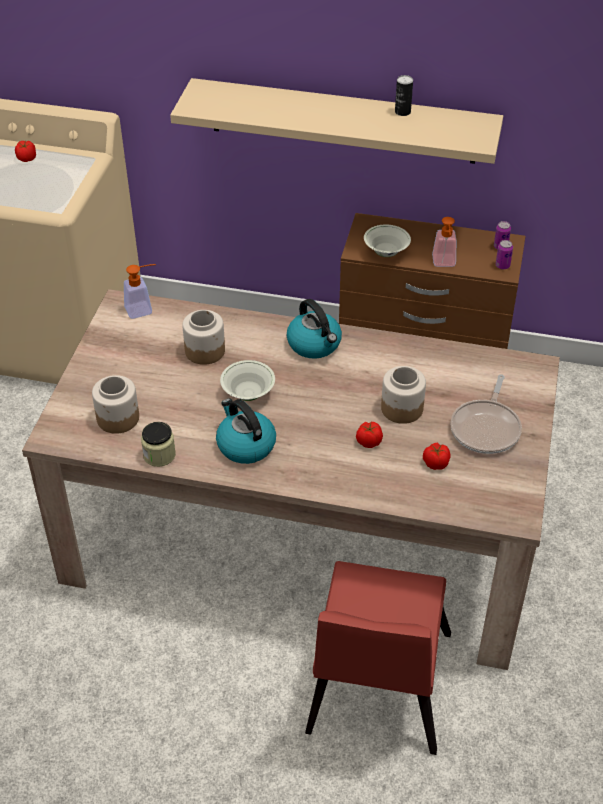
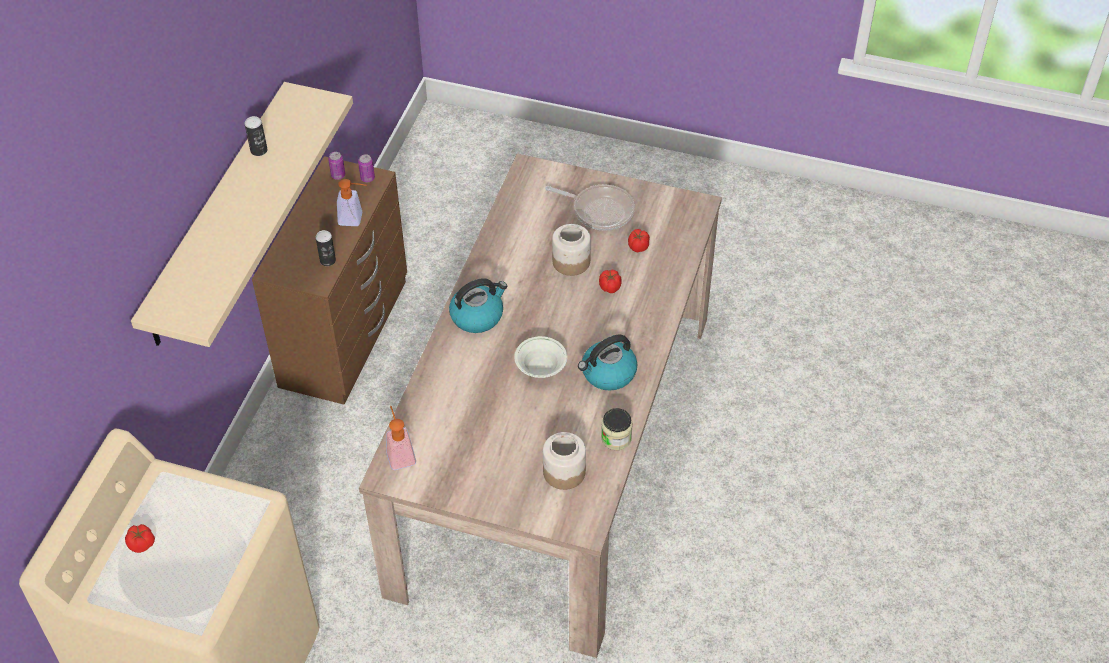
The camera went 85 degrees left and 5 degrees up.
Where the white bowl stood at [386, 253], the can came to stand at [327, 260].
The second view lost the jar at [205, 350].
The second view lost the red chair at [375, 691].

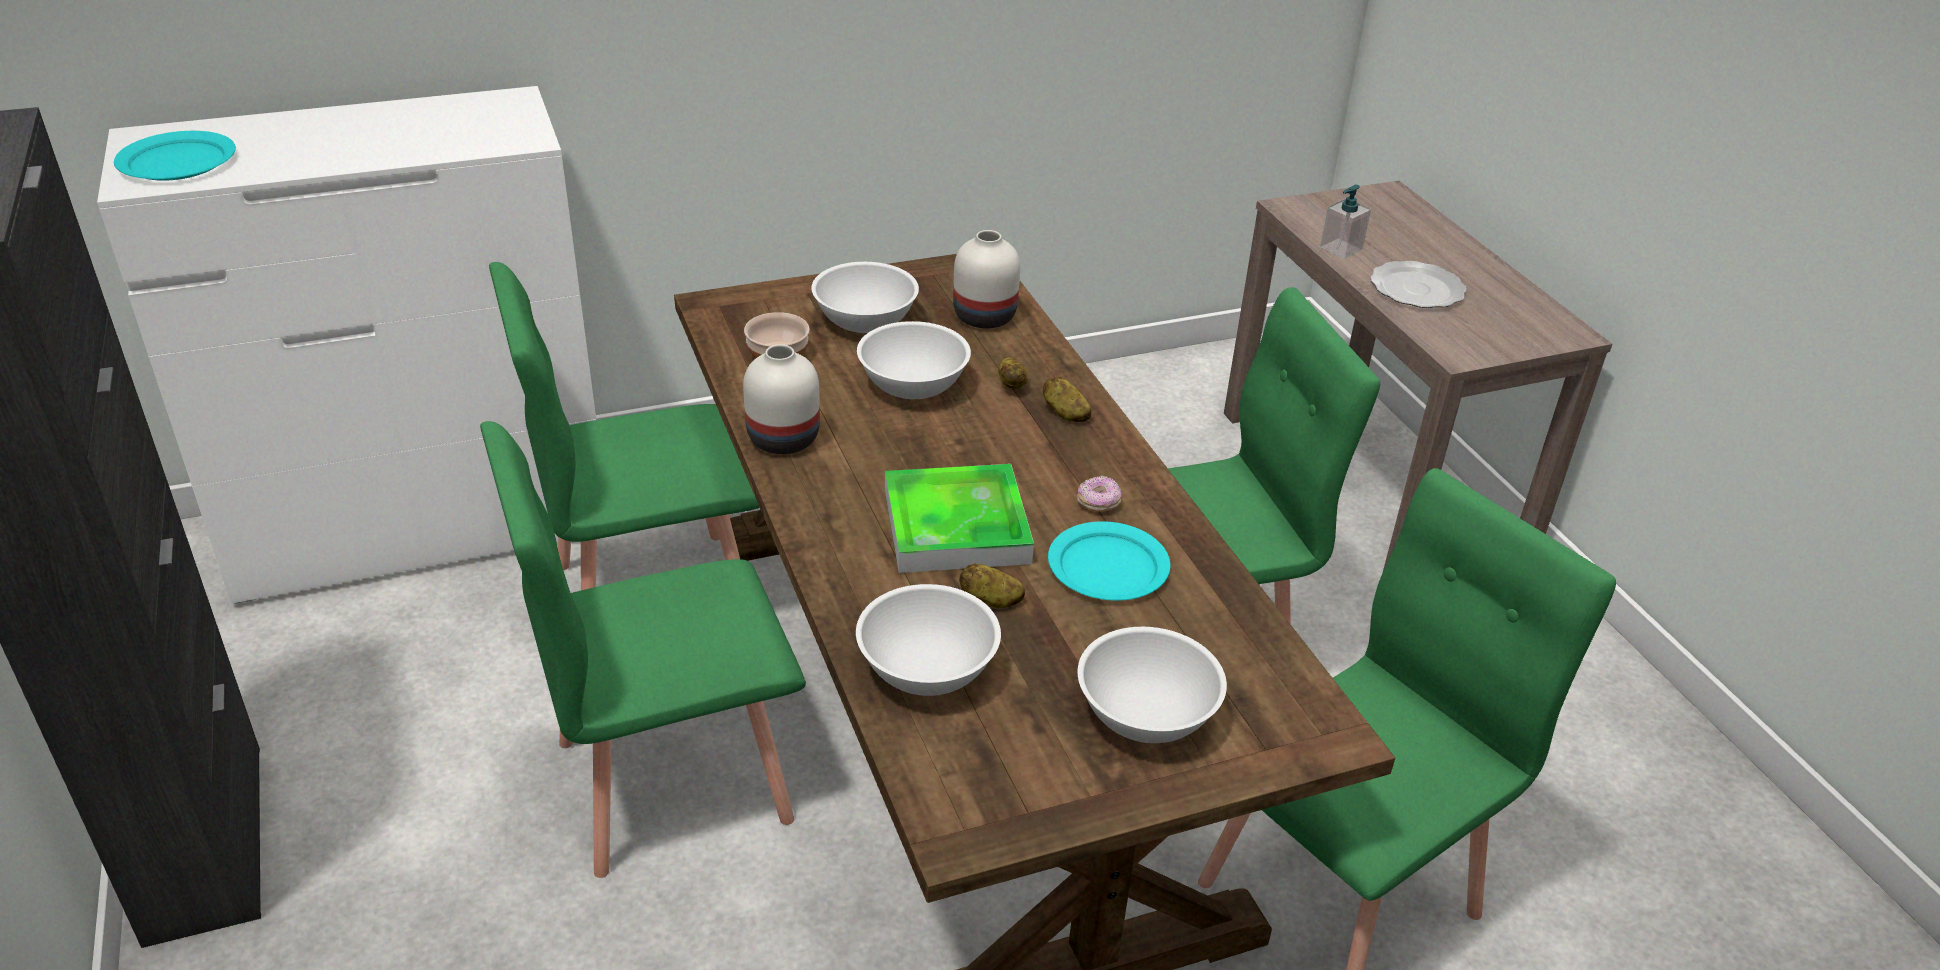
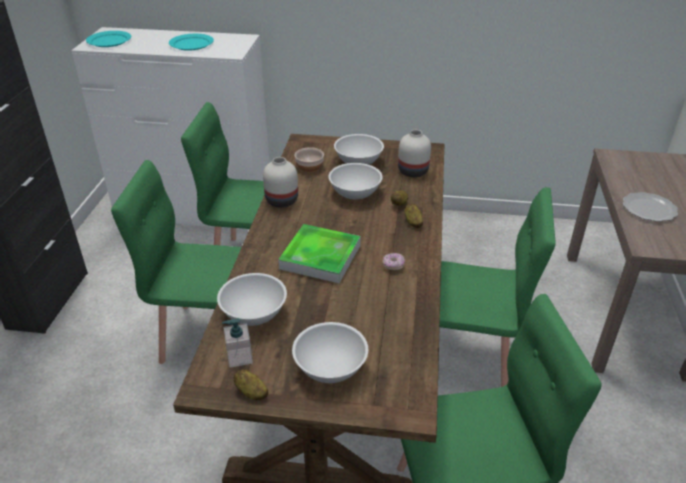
The camera went 30 degrees right and 0 degrees up.
The soap dispenser ended up elsewhere, having gone from [1340, 249] to [239, 357].
The turquoise plate ended up elsewhere, having gone from [1107, 566] to [191, 44].
The potato ended up elsewhere, having gone from [990, 600] to [251, 392].

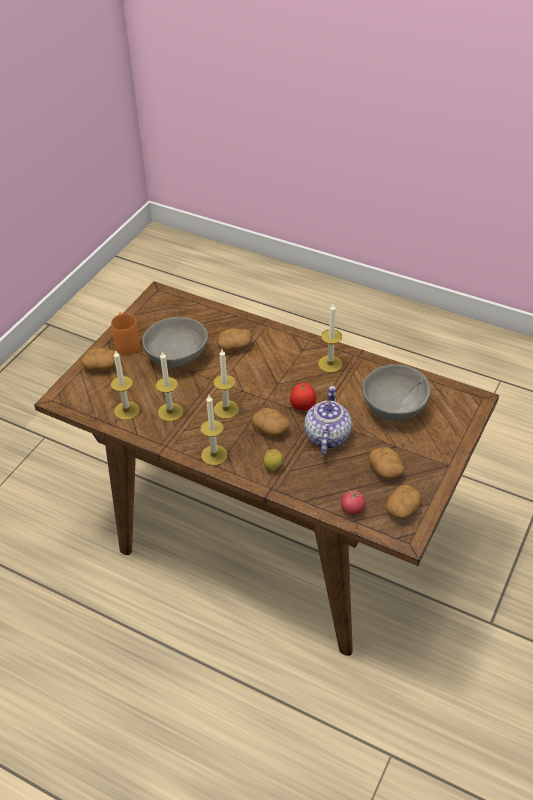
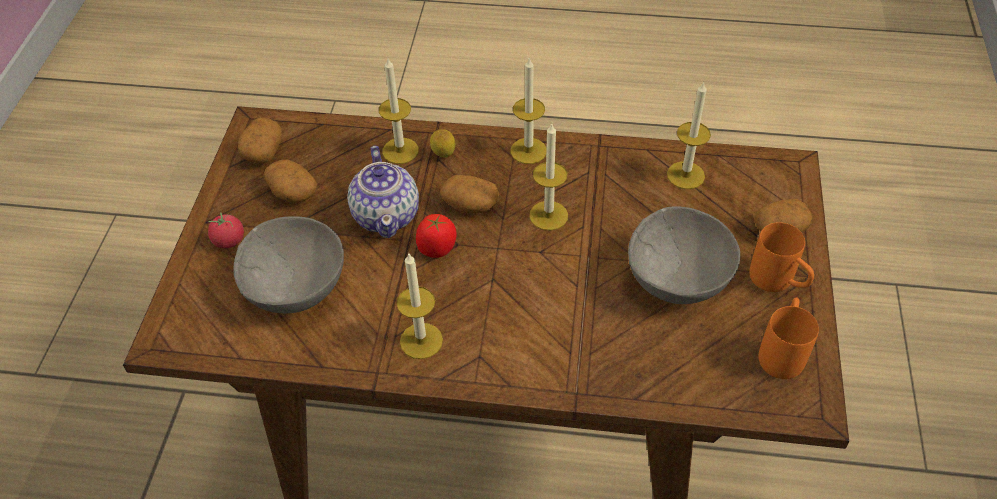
The camera went 160 degrees right and 5 degrees up.
The second view lost the potato at [235, 346].
The candle ended up elsewhere, having gone from [170, 412] to [400, 151].
The tomato ended up elsewhere, having gone from [352, 509] to [229, 240].
The second view gained the orange mug at [782, 351].

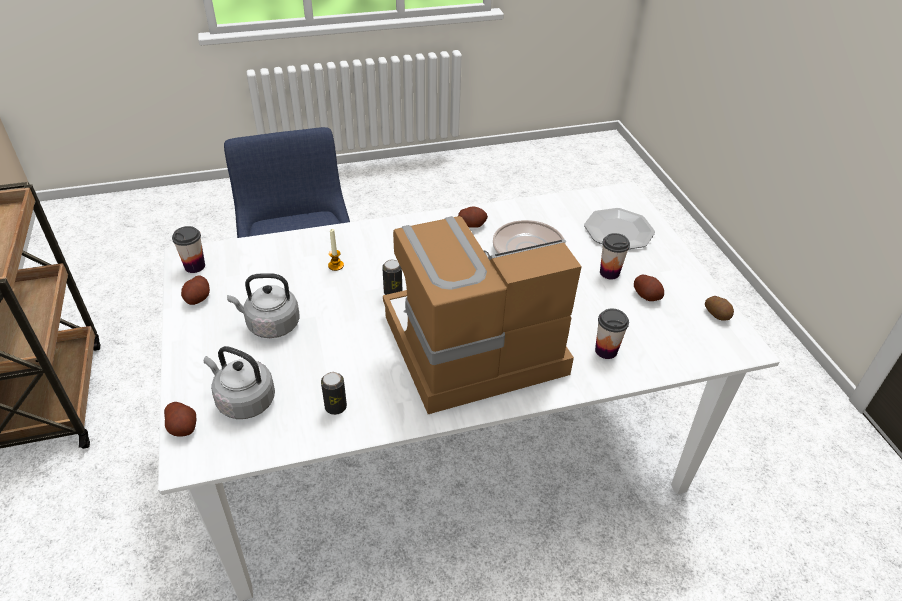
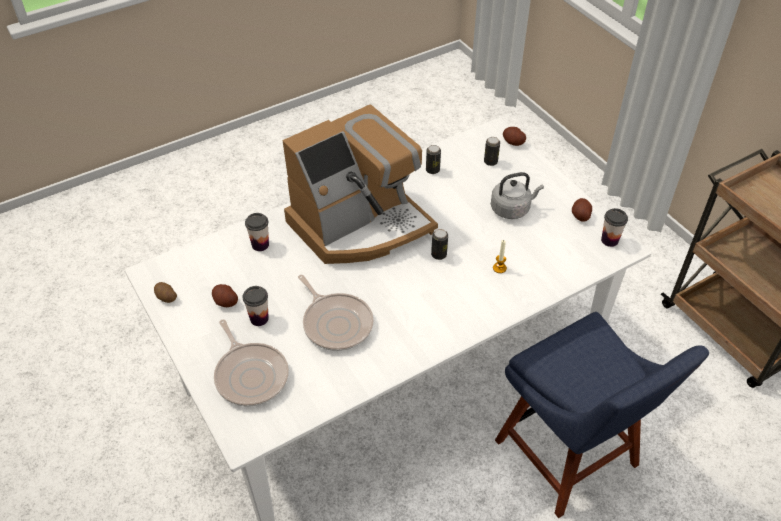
The camera went 165 degrees right and 5 degrees up.
The second view lost the potato at [472, 224].
Where the plate stood at [618, 231], the frying pan came to stand at [251, 375].
Where the grey kettle stood at [243, 400], the can came to stand at [490, 162].

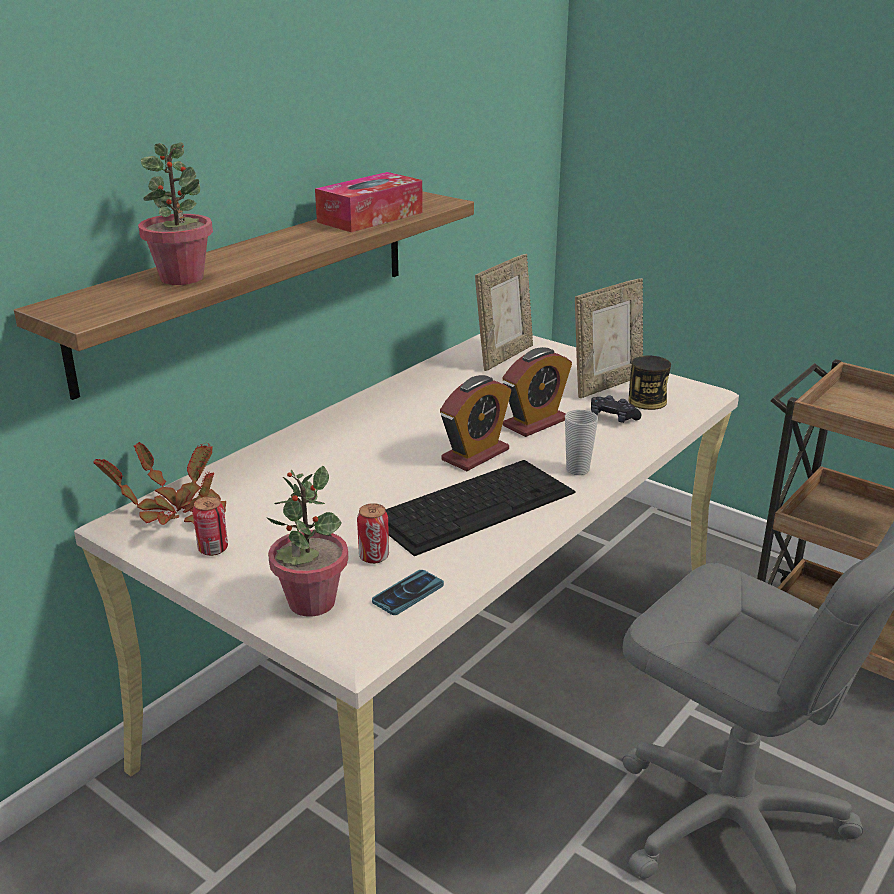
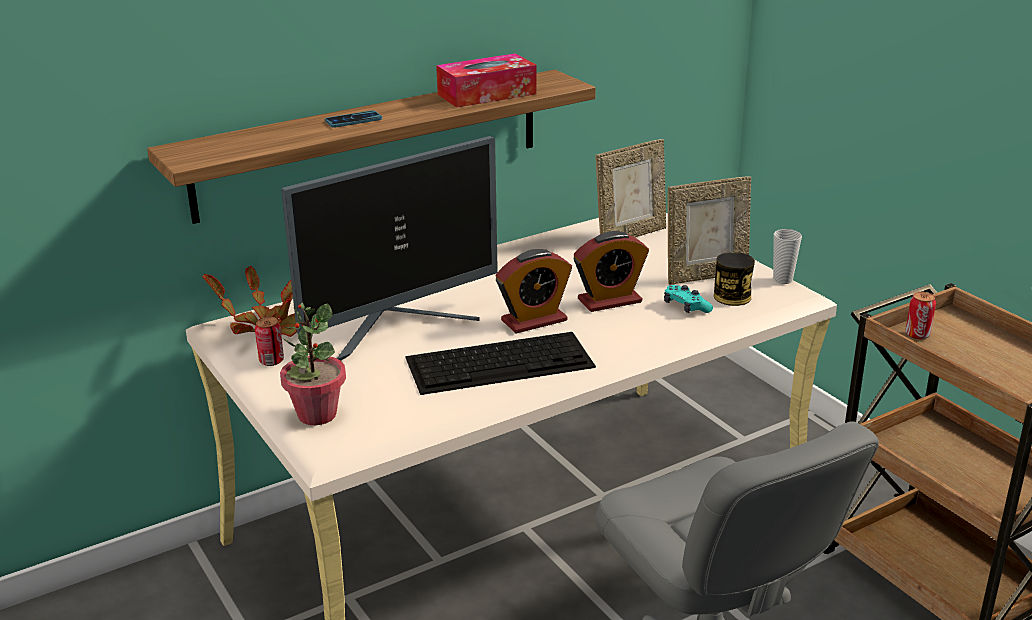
The camera went 20 degrees right and 0 degrees up.
The second view lost the potted plant at [182, 278].
What was the black game controller at [613, 417] turned into the turquoise game controller at [686, 307].
The cup ended up elsewhere, having gone from [577, 470] to [782, 280].
The can ended up elsewhere, having gone from [374, 557] to [917, 335].
The phone ended up elsewhere, having gone from [408, 593] to [353, 120].
The second view gained the monitor at [399, 327].

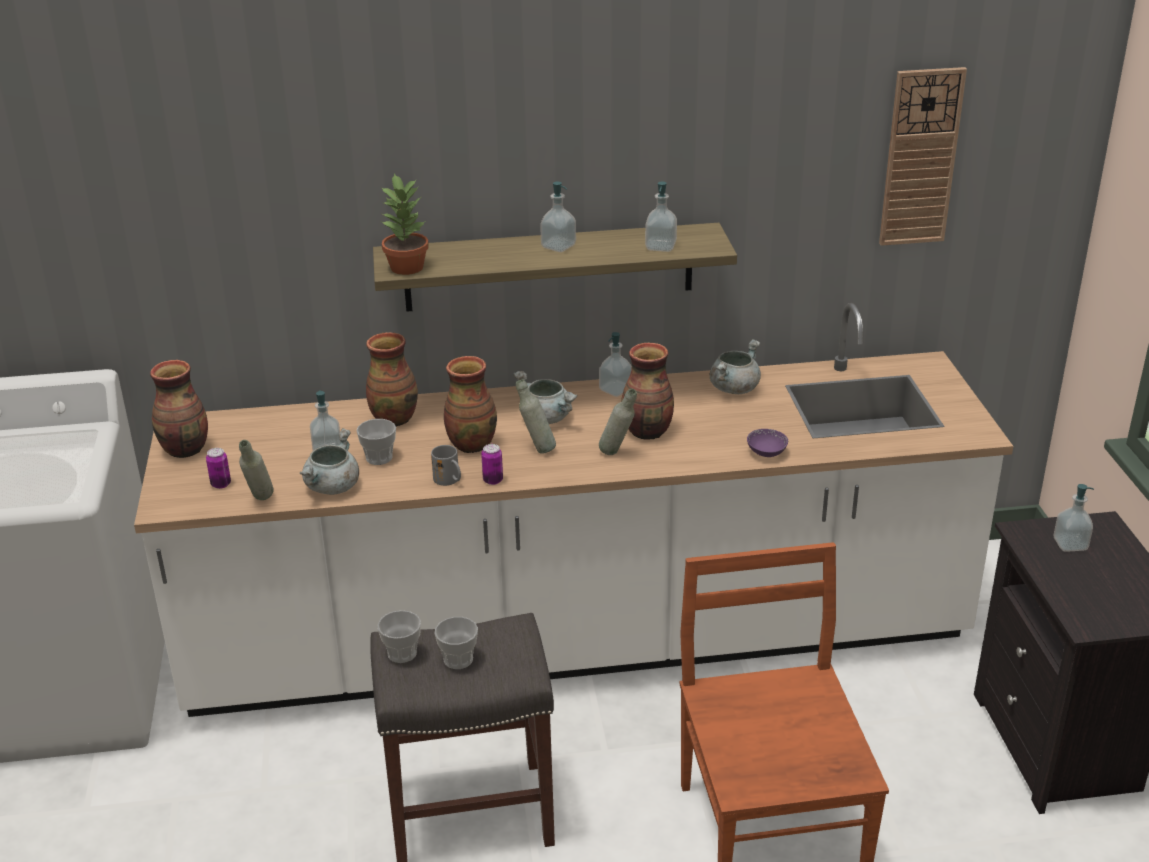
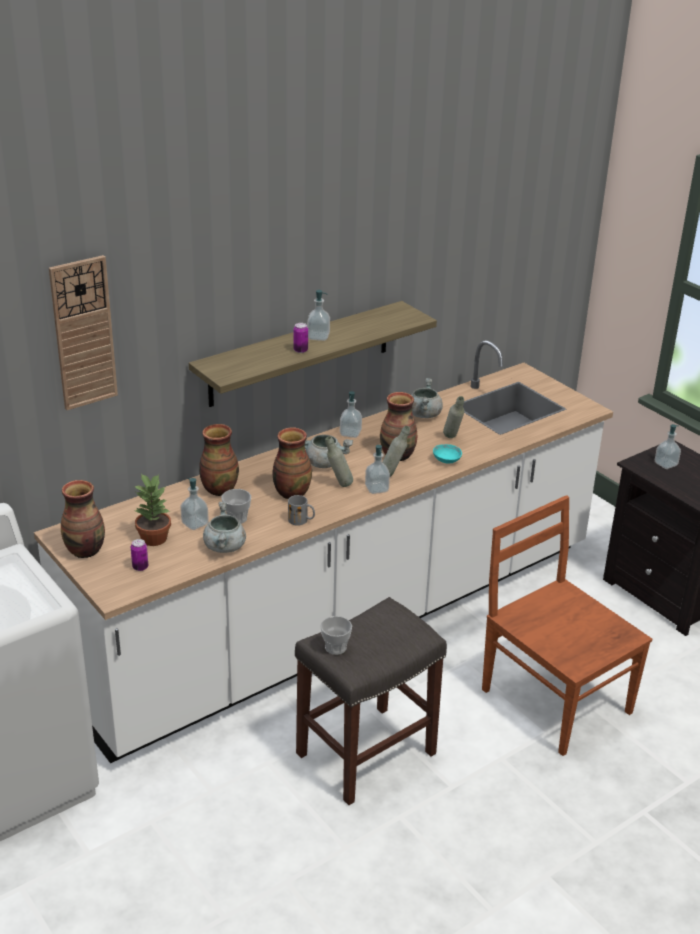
The camera went 30 degrees left and 0 degrees up.
The wall clock ended up elsewhere, having gone from [920, 157] to [83, 333].
The potted plant ended up elsewhere, having gone from [407, 267] to [154, 538].
The soap dispenser ended up elsewhere, having gone from [660, 246] to [376, 489].
The second view lost the purple bowl at [766, 452].
The grey bottle ended up elsewhere, having gone from [260, 502] to [452, 439].
The can ended up elsewhere, having gone from [493, 480] to [300, 350].
The second view lost the cup at [458, 659].
The second view gained the turquoise bowl at [446, 460].

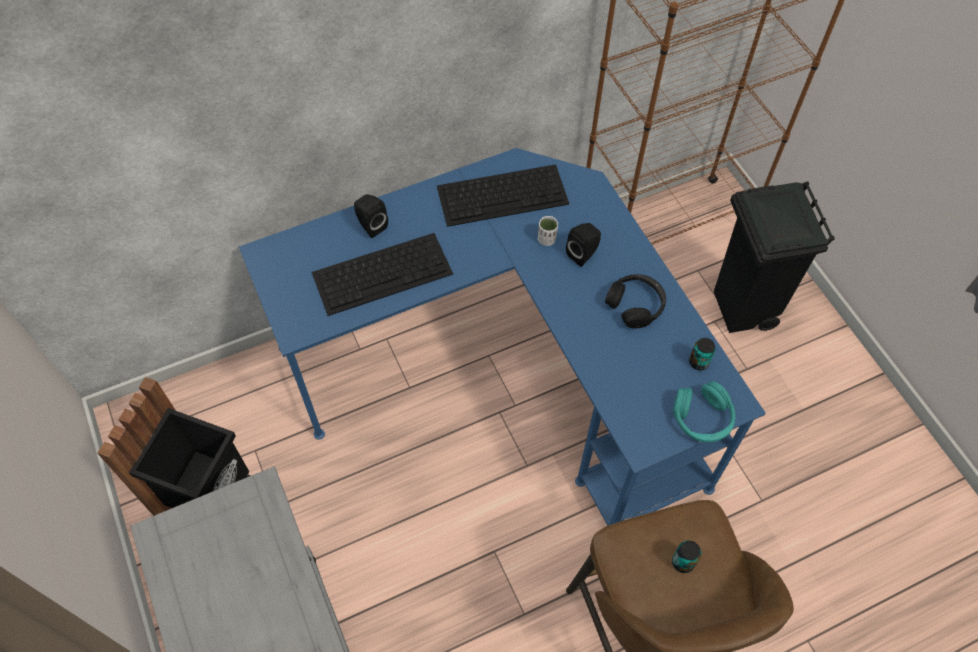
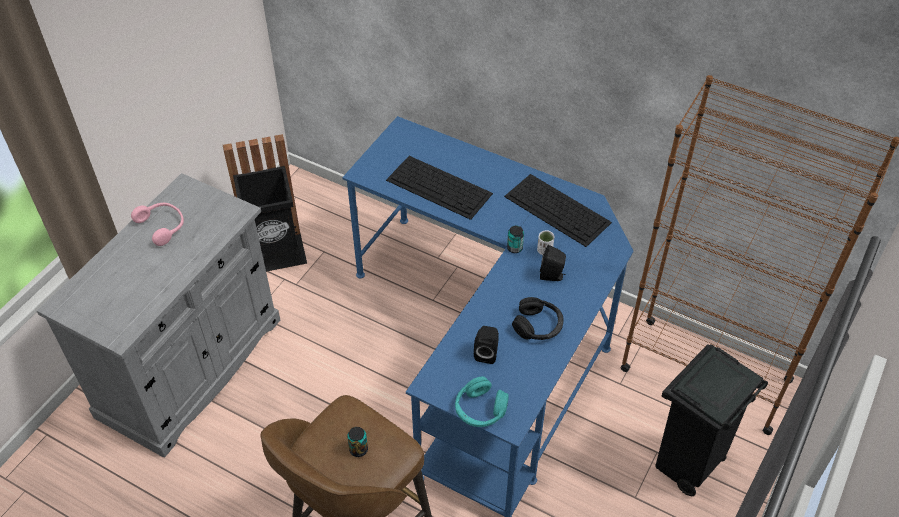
The camera went 55 degrees right and 10 degrees down.
The black speaker ended up elsewhere, having gone from [371, 225] to [486, 353].
The can ended up elsewhere, having gone from [698, 362] to [514, 248].
The second view gained the pink headphones at [163, 226].

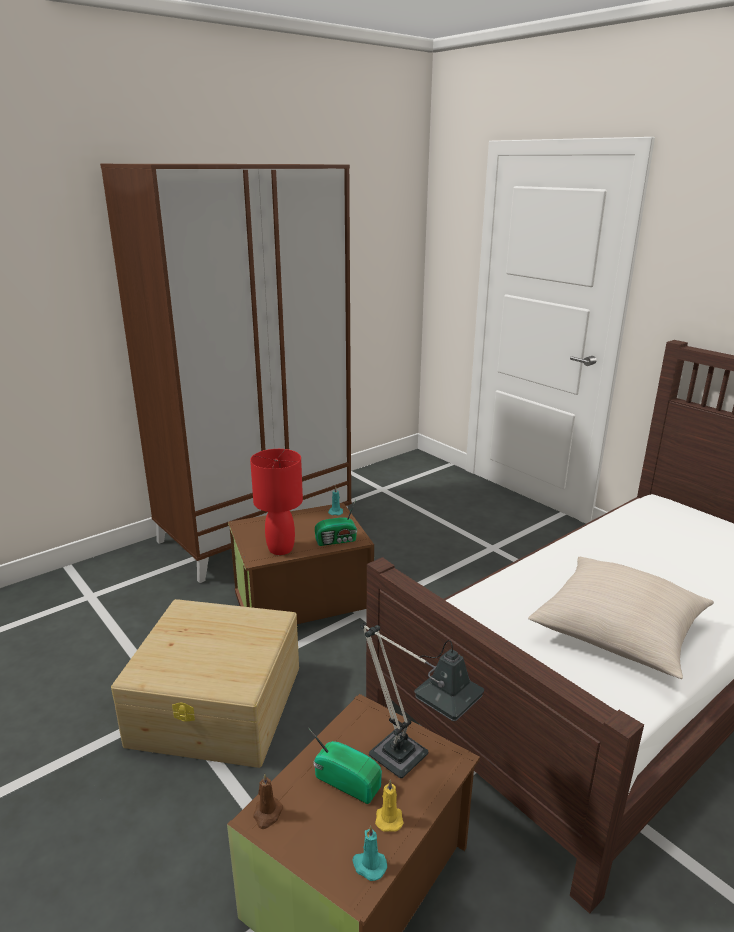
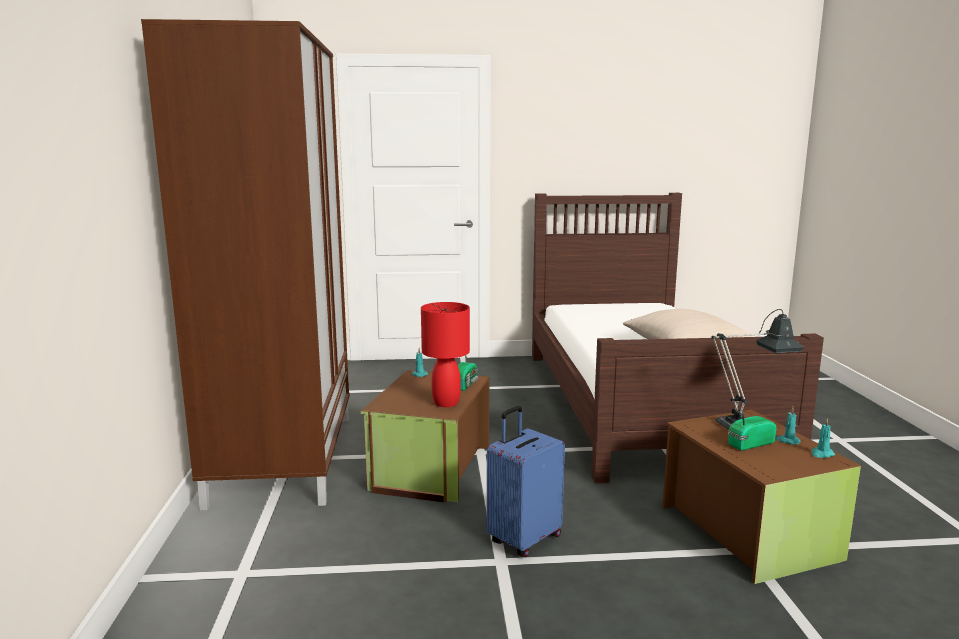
The camera went 55 degrees left and 10 degrees down.
Where the beige storage box stood at [218, 704], the blue suitcase came to stand at [523, 539].
The second view lost the brown candle at [267, 814].
What was the yellow candle at [389, 818] turned into the turquoise candle at [787, 441].

